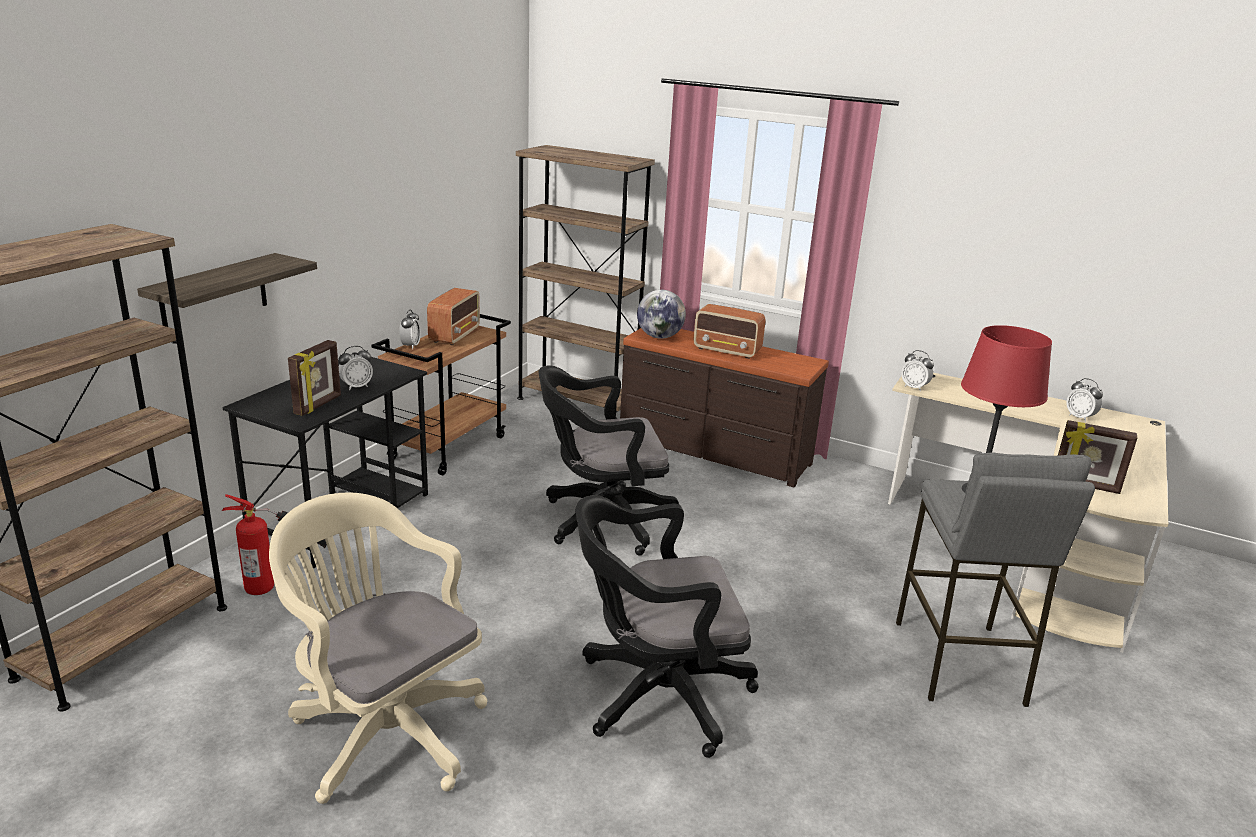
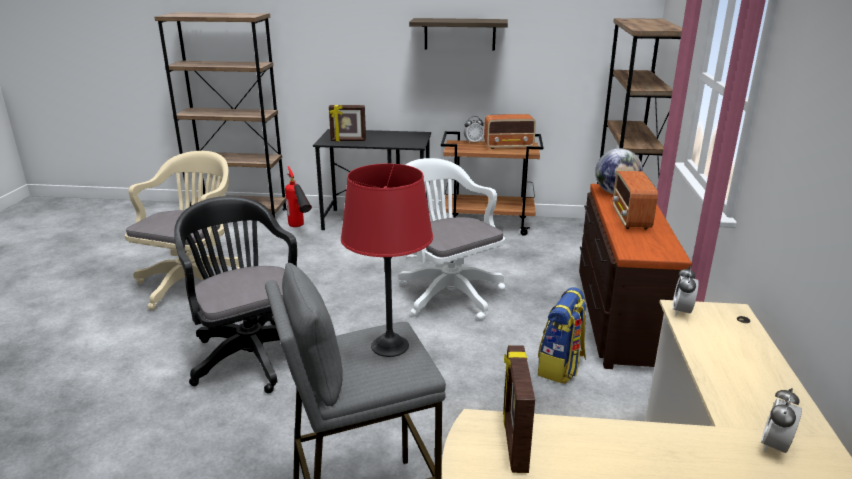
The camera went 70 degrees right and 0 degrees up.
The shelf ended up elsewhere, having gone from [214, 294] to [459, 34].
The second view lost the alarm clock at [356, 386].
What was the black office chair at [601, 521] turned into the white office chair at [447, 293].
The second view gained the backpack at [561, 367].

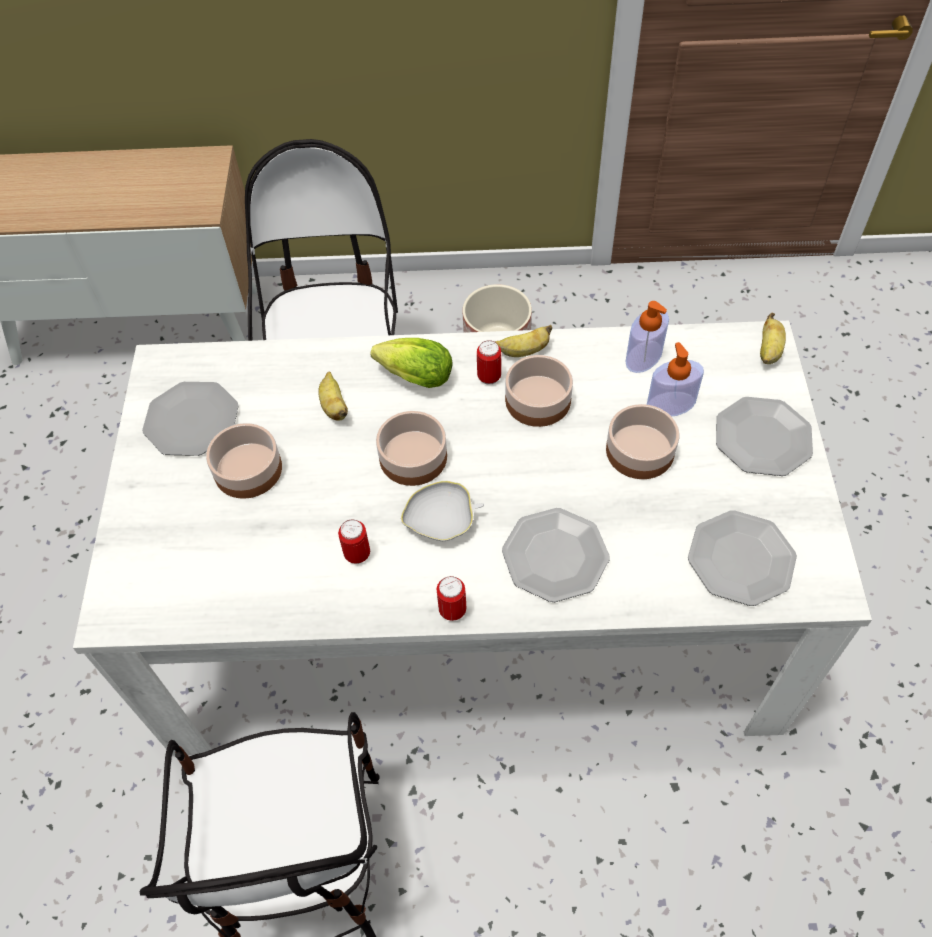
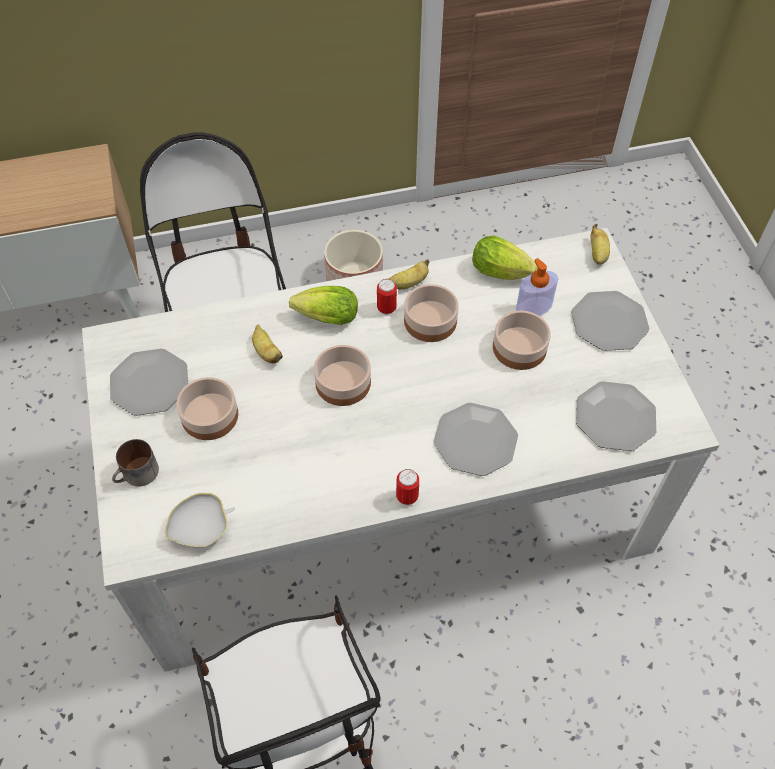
The camera went 15 degrees left and 0 degrees up.
Where the soap dispenser stood at [643, 357], the lettuce came to stand at [504, 273].
The white bowl ended up elsewhere, having gone from [442, 521] to [201, 528].
The second view lost the can at [357, 554].
The second view gained the mug at [138, 475].

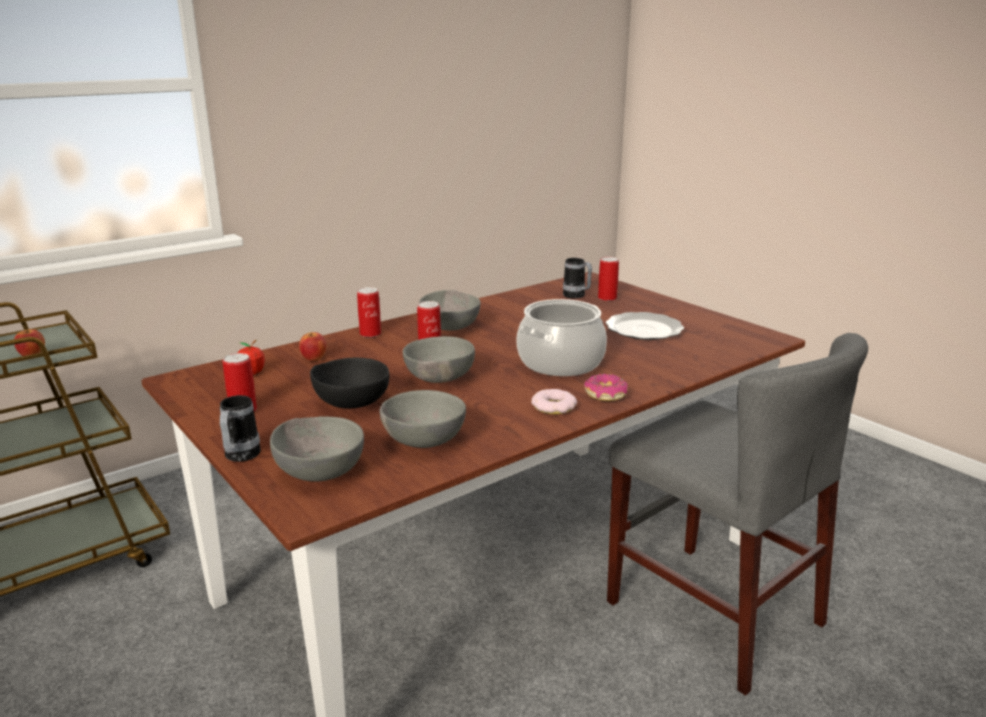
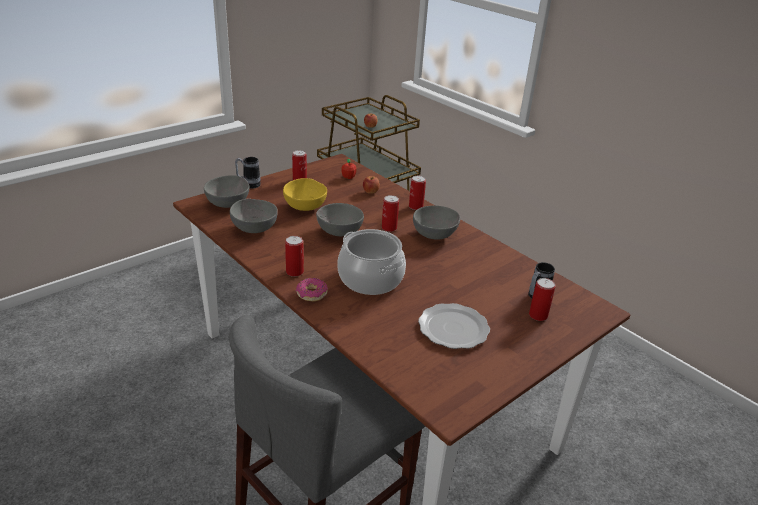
The camera went 85 degrees right and 10 degrees up.
What was the black bowl at [350, 403] turned into the yellow bowl at [306, 206].
Where the donut stood at [554, 406], the can came to stand at [294, 272].

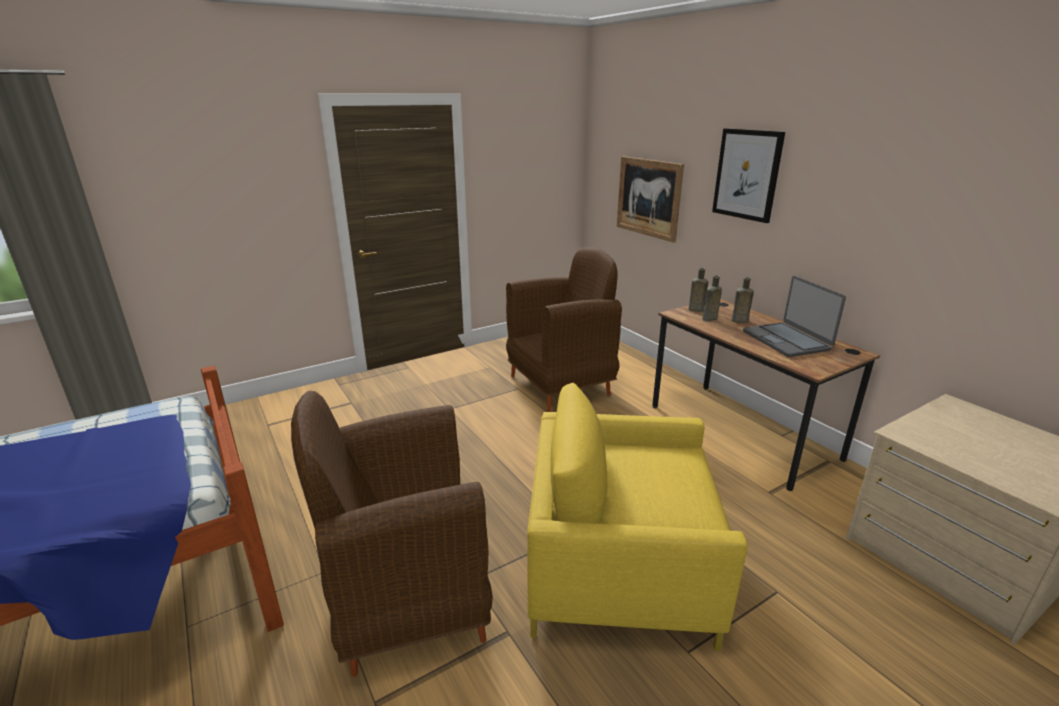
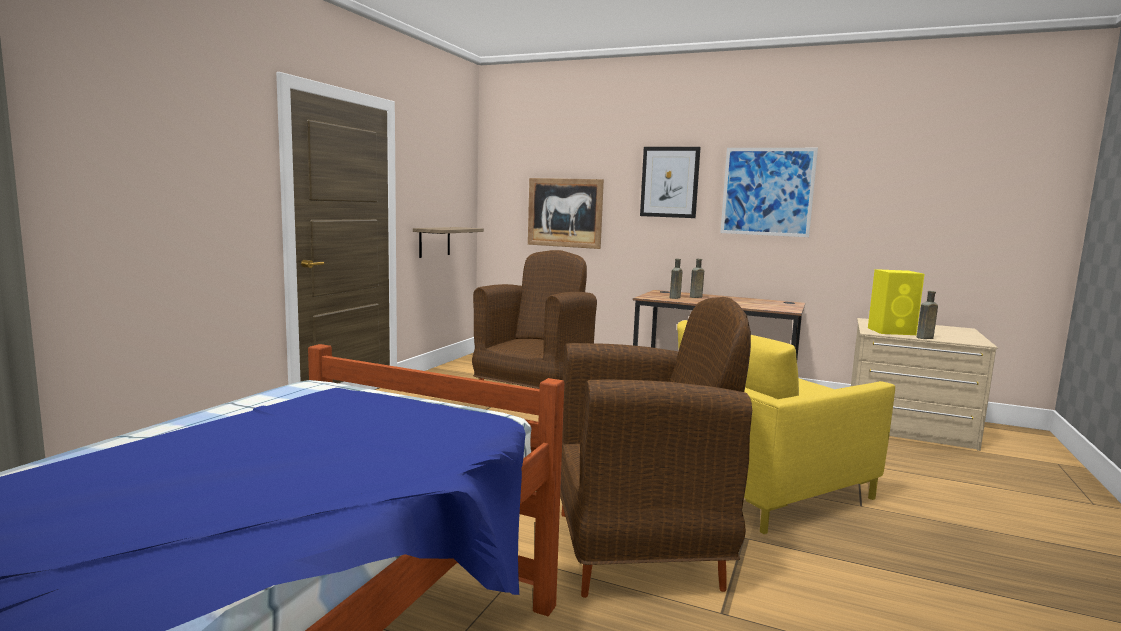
The camera went 35 degrees left and 15 degrees down.
The brown bottle ended up elsewhere, having gone from [695, 310] to [924, 338].
The second view lost the laptop at [786, 340].
The brown armchair at [408, 600] ended up facing another way, 135 degrees counterclockwise from before.
The second view gained the picture at [767, 192].
The second view gained the shelf at [434, 242].
The second view gained the yellow speaker at [892, 331].

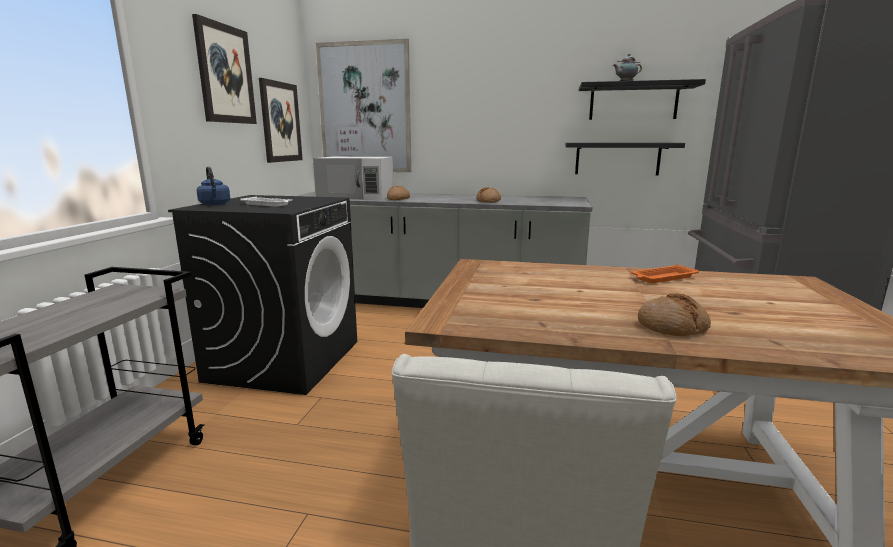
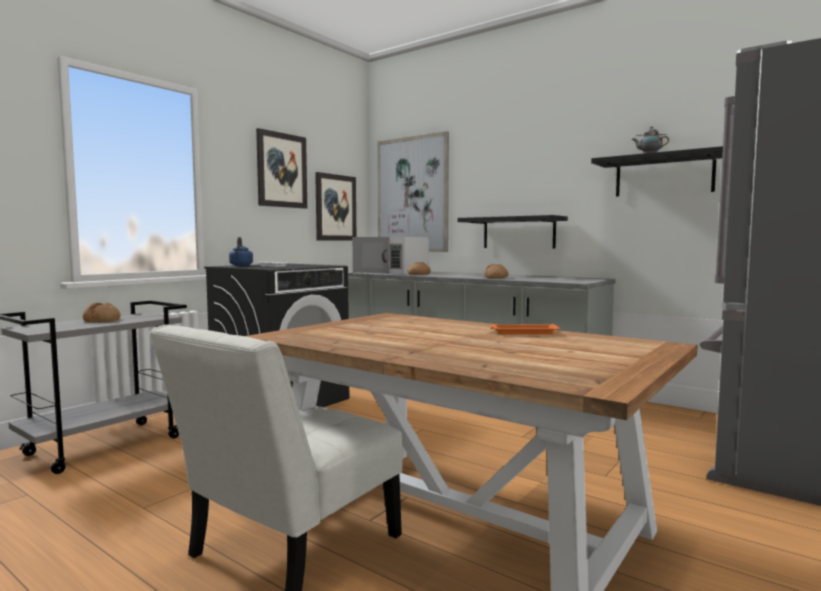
The camera went 25 degrees right and 10 degrees down.
The black shelf ended up elsewhere, having gone from [617, 158] to [518, 233].
The bread ended up elsewhere, having gone from [672, 326] to [102, 320].

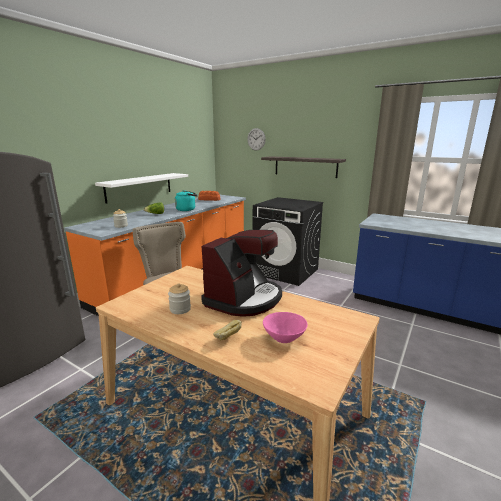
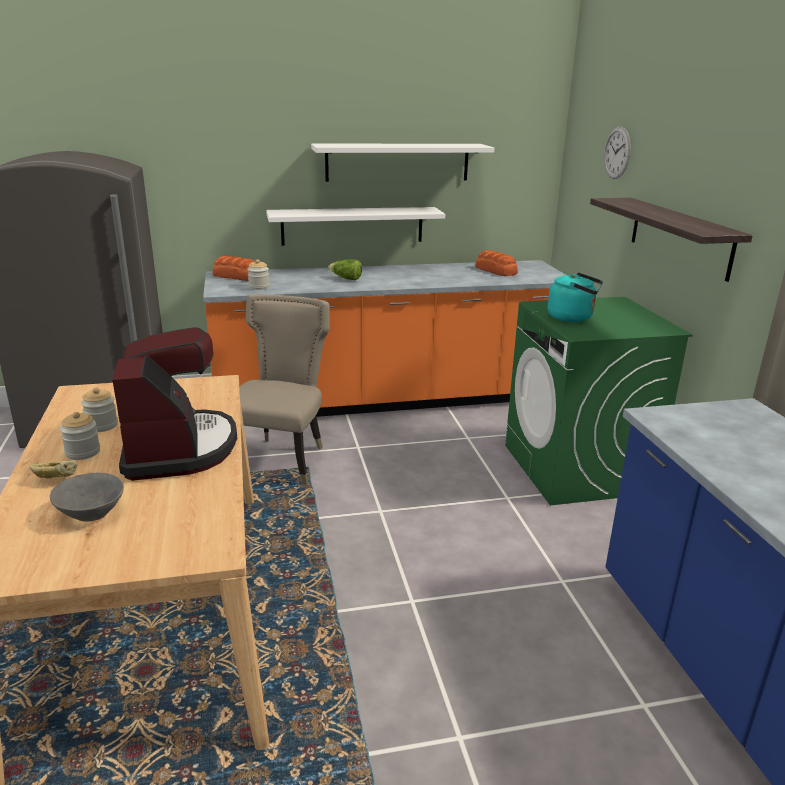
The camera went 45 degrees right and 5 degrees up.
The turquoise kettle ended up elsewhere, having gone from [187, 209] to [573, 317].
What was the black washing machine at [286, 271] turned into the green washing machine at [577, 469].
The coffee machine at [244, 299] ended up facing another way, 90 degrees counterclockwise from before.
What was the pink bowl at [284, 338] turned into the grey bowl at [92, 515].
The second view gained the white shelf at [397, 162].
The second view gained the bread at [237, 276].
The second view gained the jar at [83, 452].

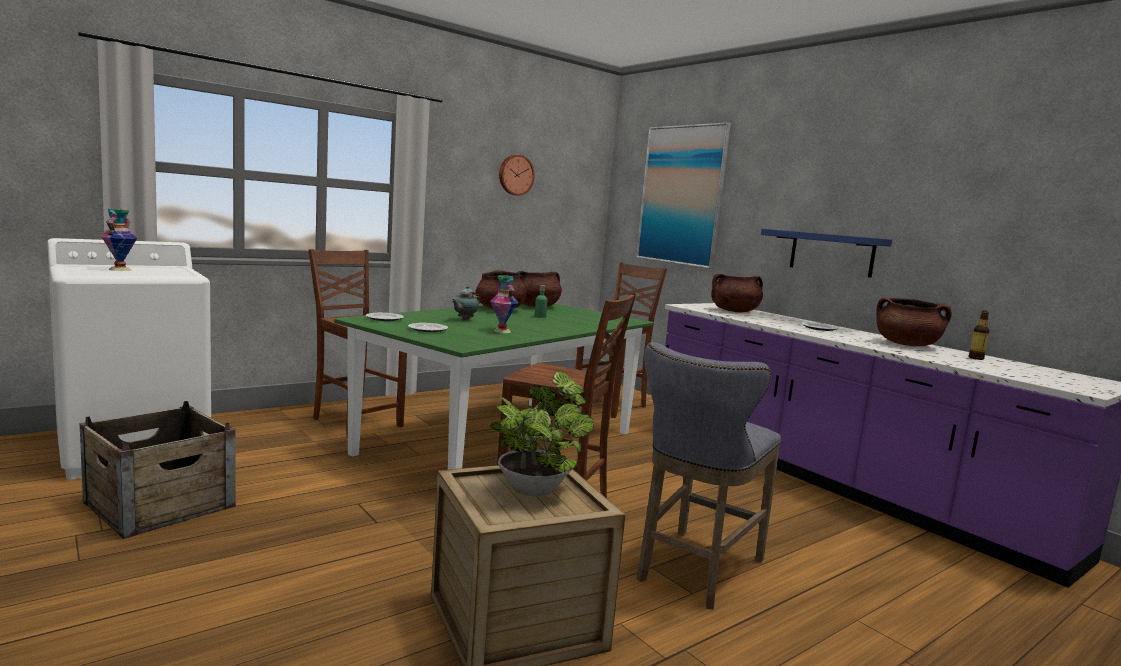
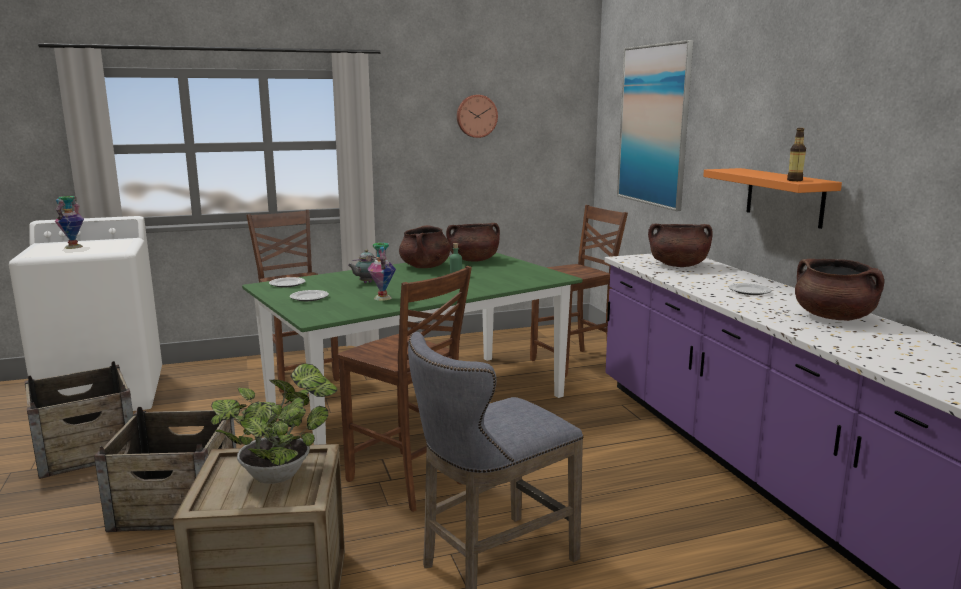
The camera went 20 degrees right and 5 degrees up.
What was the blue shelf at [831, 253] turned into the orange shelf at [784, 197].
The bottle ended up elsewhere, having gone from [976, 358] to [794, 180].
The second view gained the crate at [177, 502].

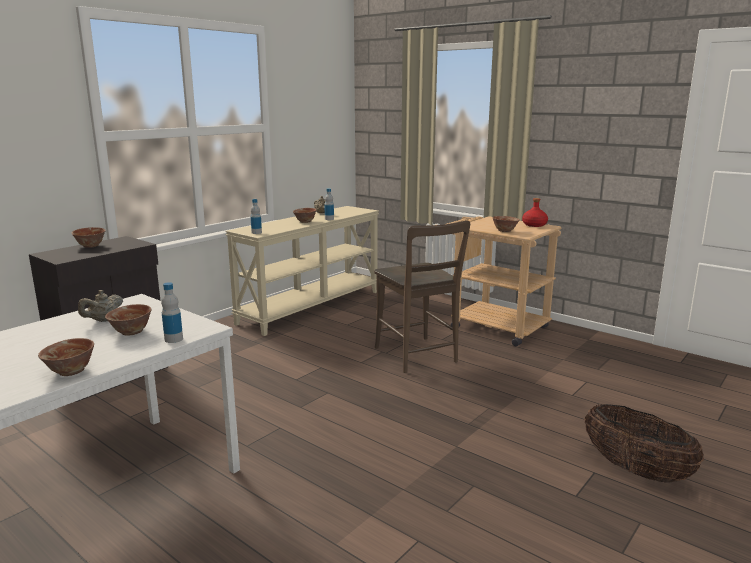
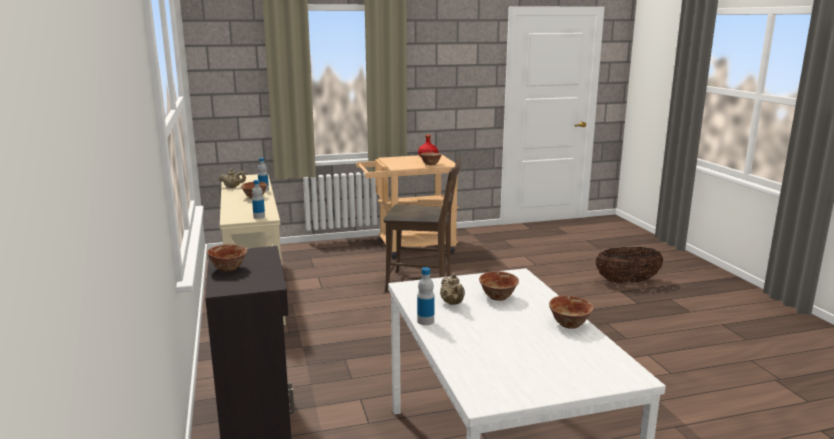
The camera went 55 degrees left and 0 degrees up.
The bottle ended up elsewhere, having gone from [173, 339] to [425, 321].

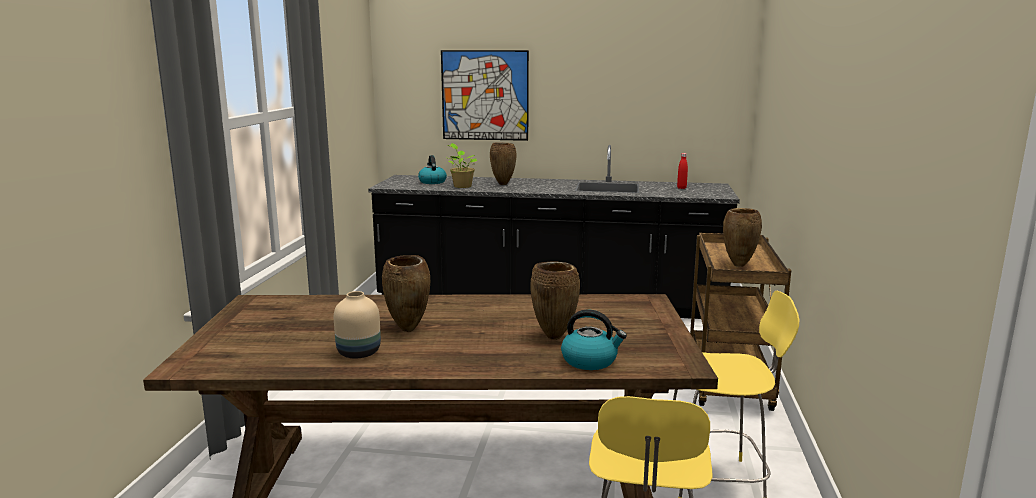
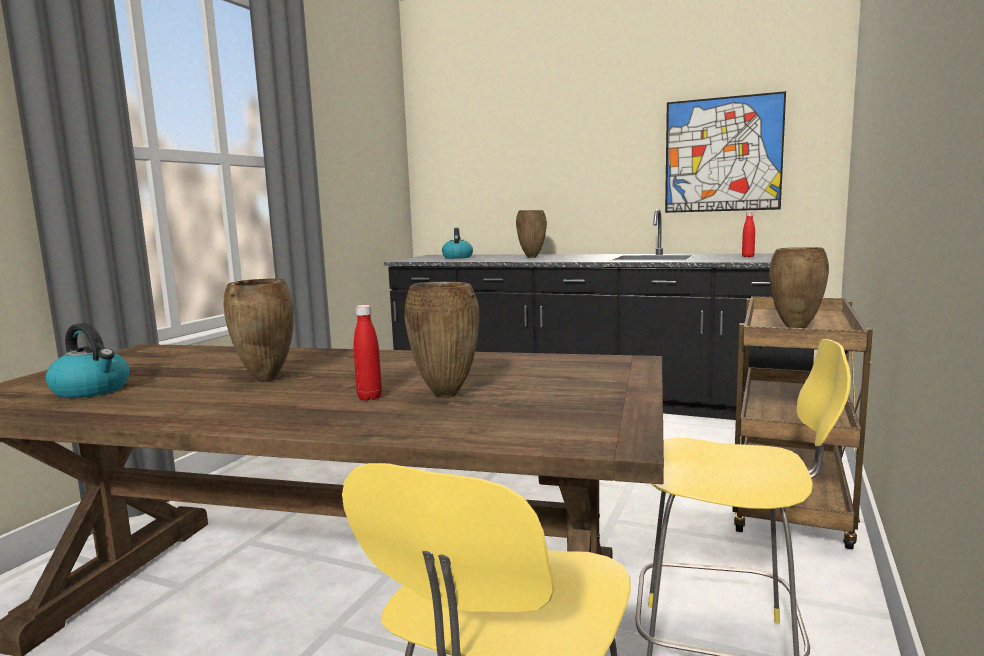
The camera went 15 degrees right and 5 degrees down.
The picture ended up elsewhere, having gone from [485, 95] to [722, 155].
The second view lost the potted plant at [461, 186].
The second view lost the beige vase at [360, 353].
The kettle ended up elsewhere, having gone from [590, 361] to [92, 390].
The second view gained the red bottle at [369, 397].

